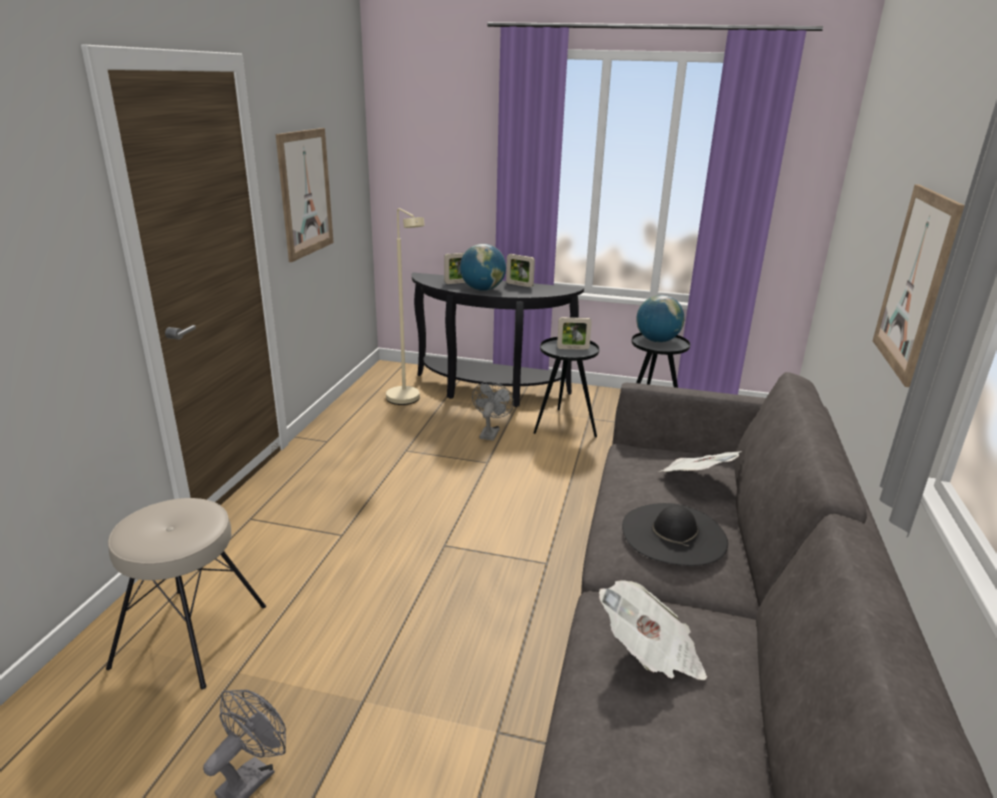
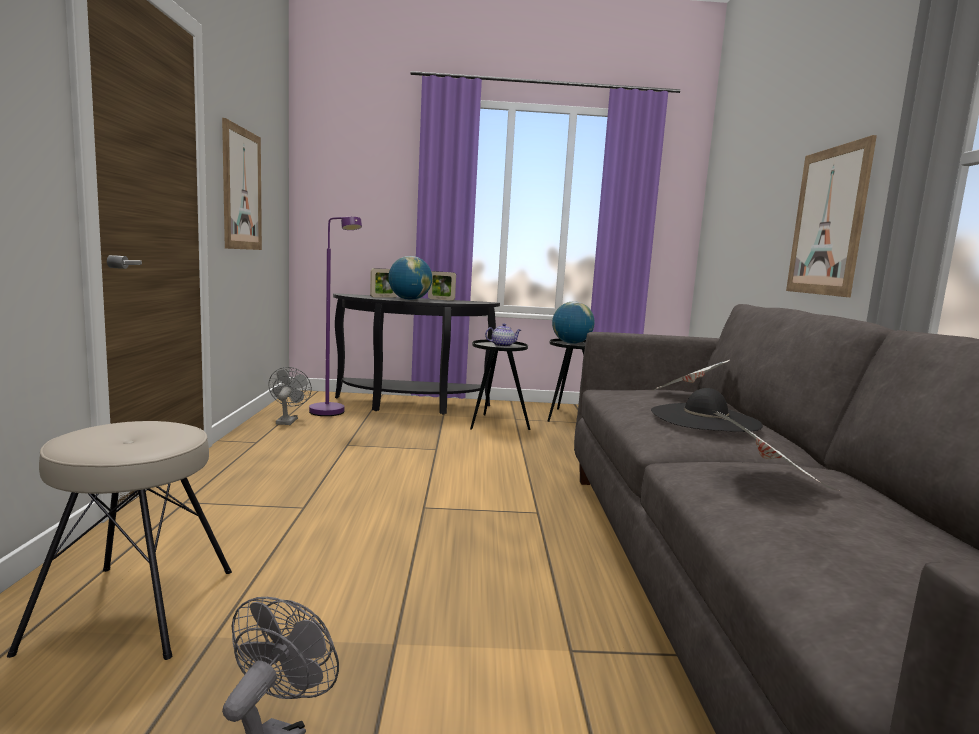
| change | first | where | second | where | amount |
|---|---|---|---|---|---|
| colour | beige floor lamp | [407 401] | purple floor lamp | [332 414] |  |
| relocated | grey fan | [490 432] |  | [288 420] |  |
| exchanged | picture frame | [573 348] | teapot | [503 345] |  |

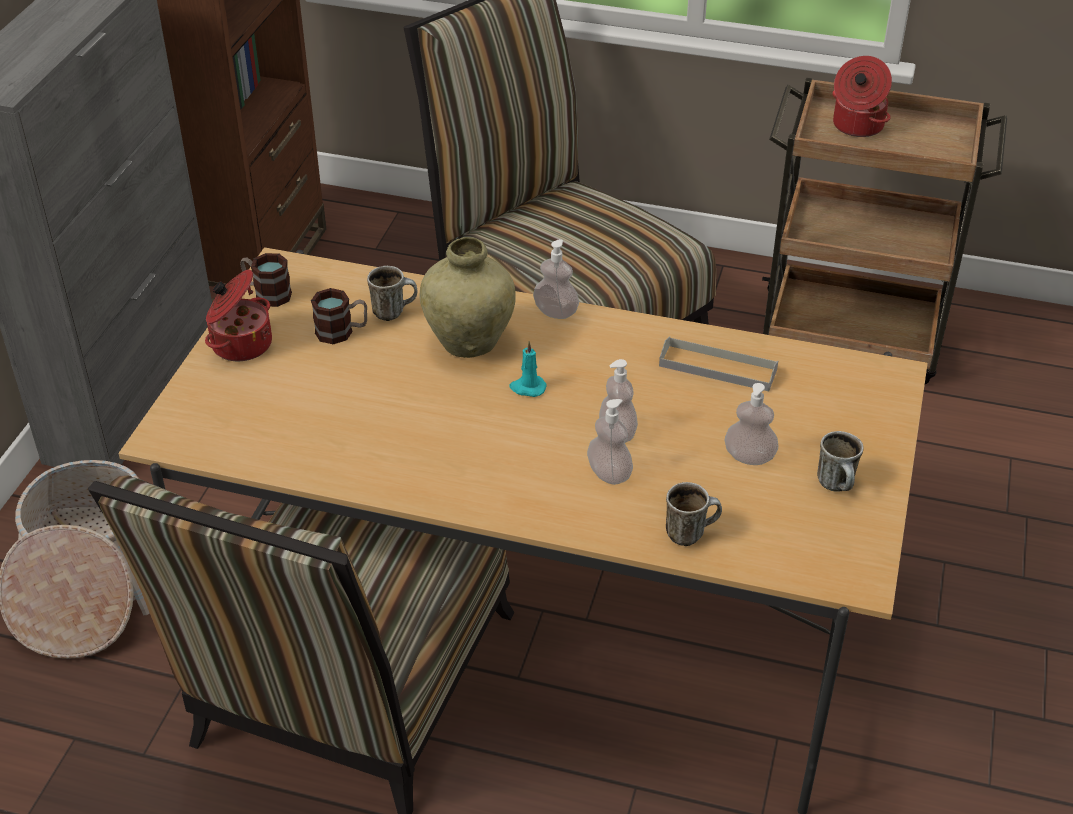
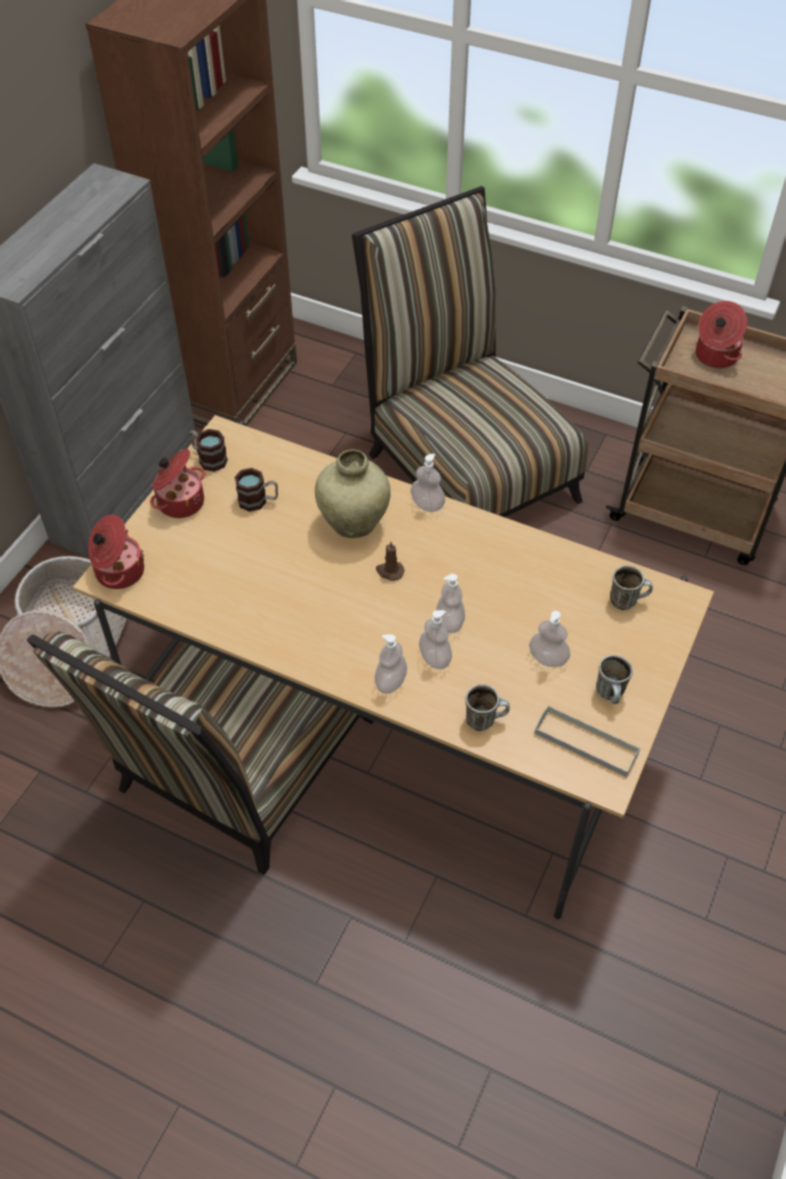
| change | first | where | second | where | amount |
|---|---|---|---|---|---|
| relocated | mug | [394 311] |  | [627 600] |  |
| colour | turquoise candle | [527 387] | brown candle | [389 571] |  |
| relocated | grey tray | [718 368] |  | [586 743] |  |
| appeared |  |  | cooking pot | [118 571] |  |
| appeared |  |  | soap dispenser | [391 682] |  |

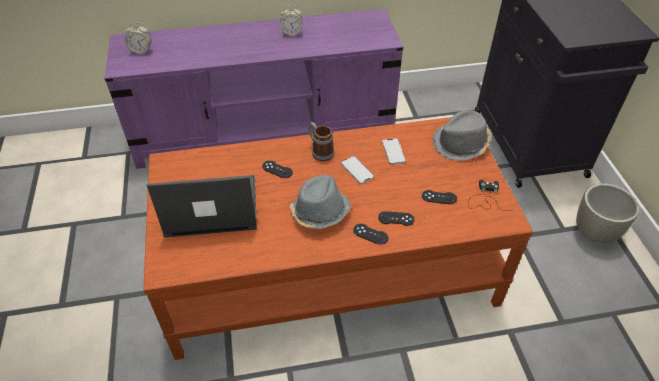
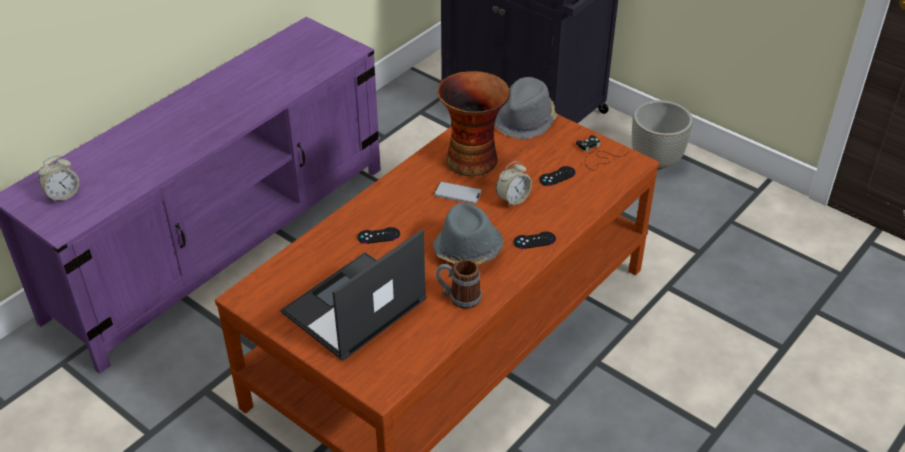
| change | first | where | second | where | amount |
|---|---|---|---|---|---|
| relocated | alarm clock | [291 33] |  | [513 199] |  |
| relocated | mug | [320 151] |  | [459 297] |  |
| missing | black game controller | [396 218] |  |  |  |
| exchanged | phone | [393 152] | vase | [472 159] |  |

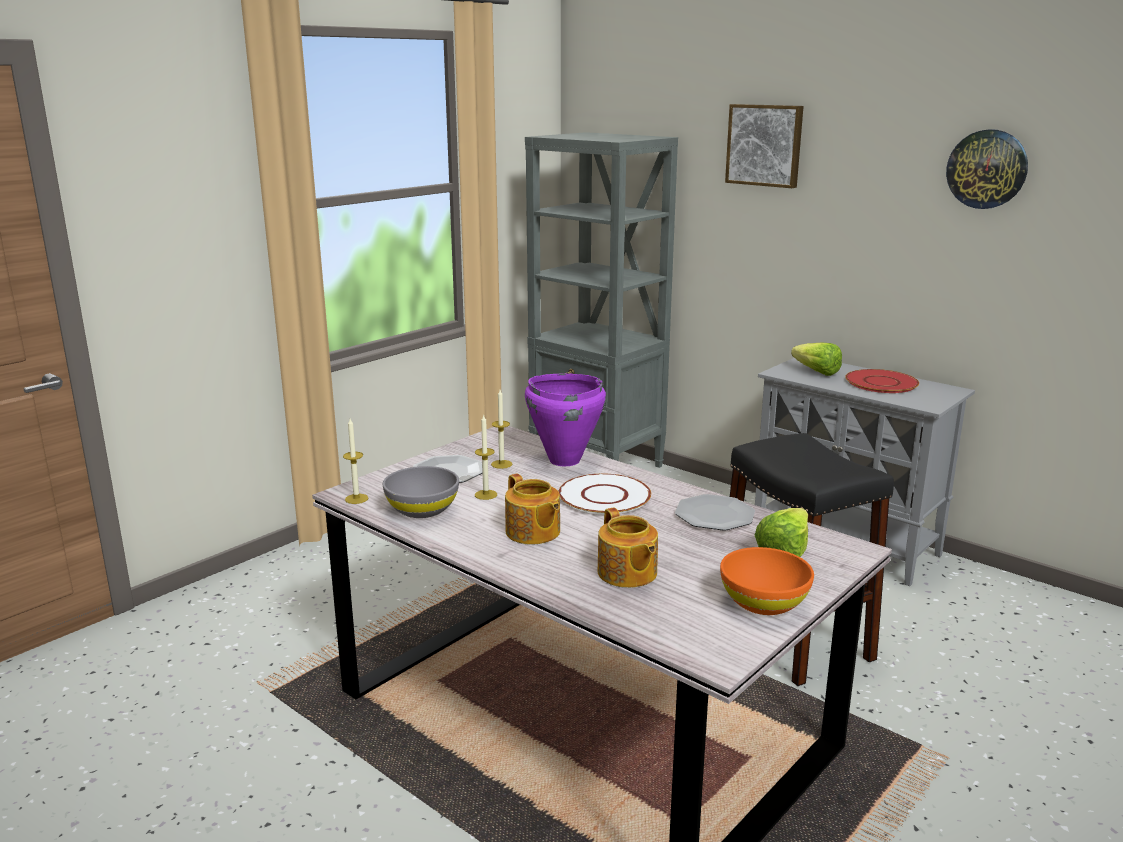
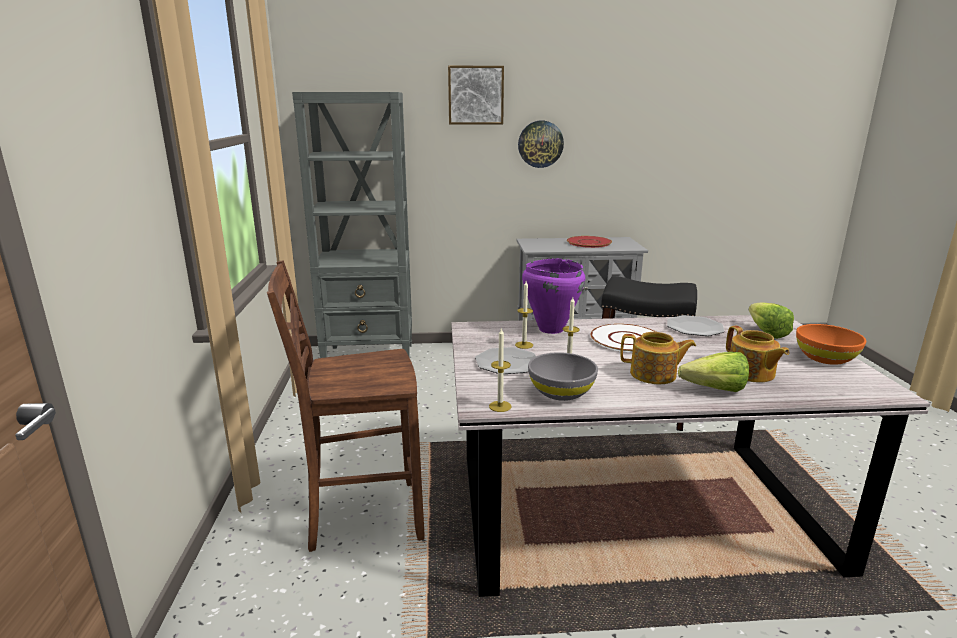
| change | first | where | second | where | amount |
|---|---|---|---|---|---|
| spun | teapot | [627 573] |  | [751 373] | 45 degrees clockwise |
| relocated | lettuce | [813 371] |  | [708 389] |  |
| relocated | wall clock | [987 169] |  | [540 144] |  |
| appeared |  |  | brown chair | [361 516] |  |

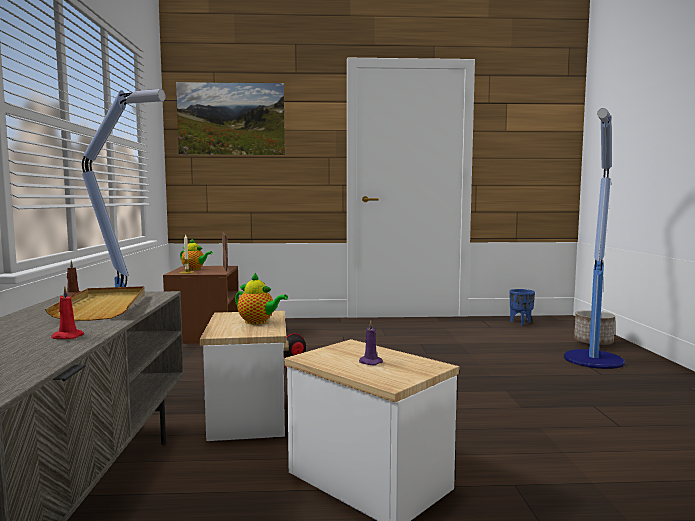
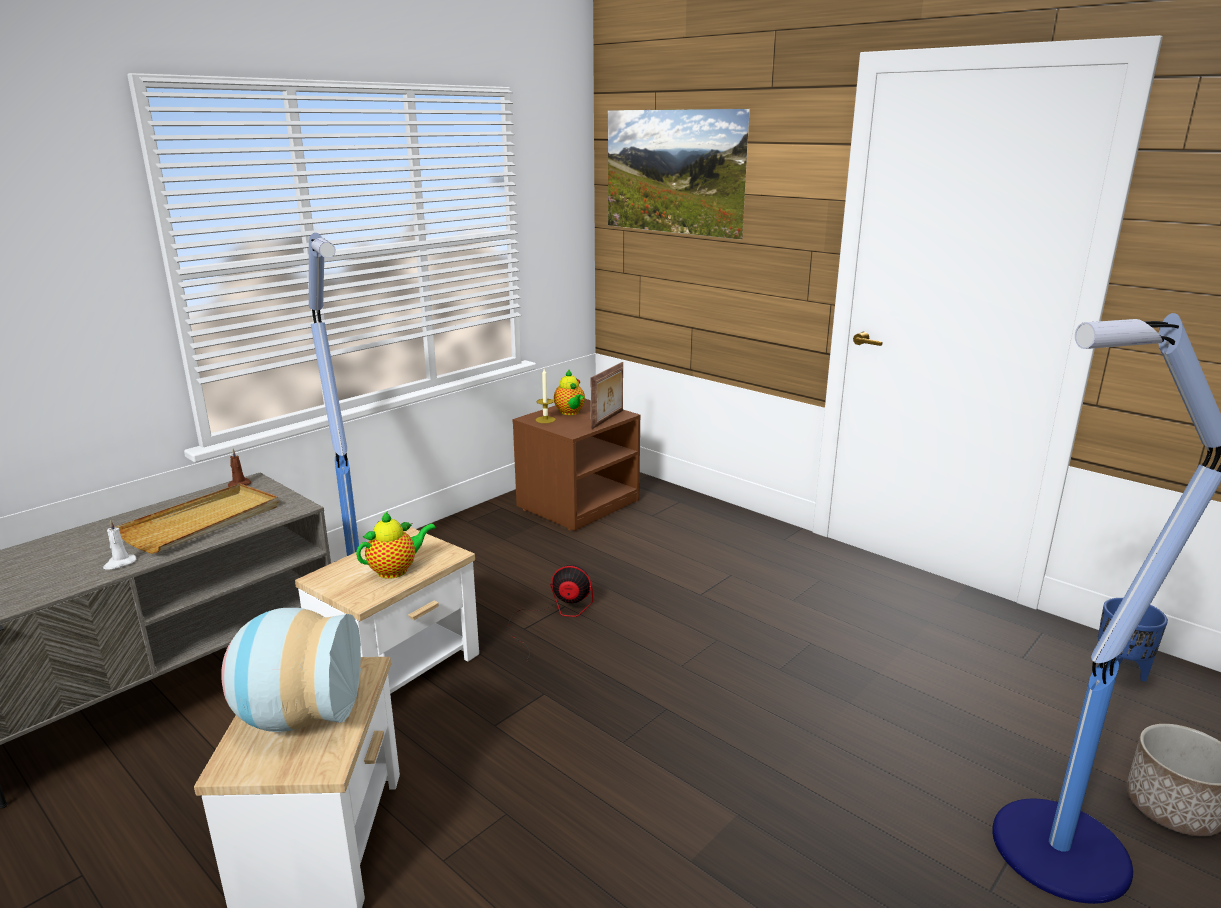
| change | first | where | second | where | amount |
|---|---|---|---|---|---|
| missing | red candle | [66 337] |  |  |  |
| spun | teapot | [258 322] |  | [396 570] | 105 degrees counterclockwise |
| exchanged | purple candle | [369 362] | vase | [297 716] |  |
| appeared |  |  | white candle | [119 563] |  |

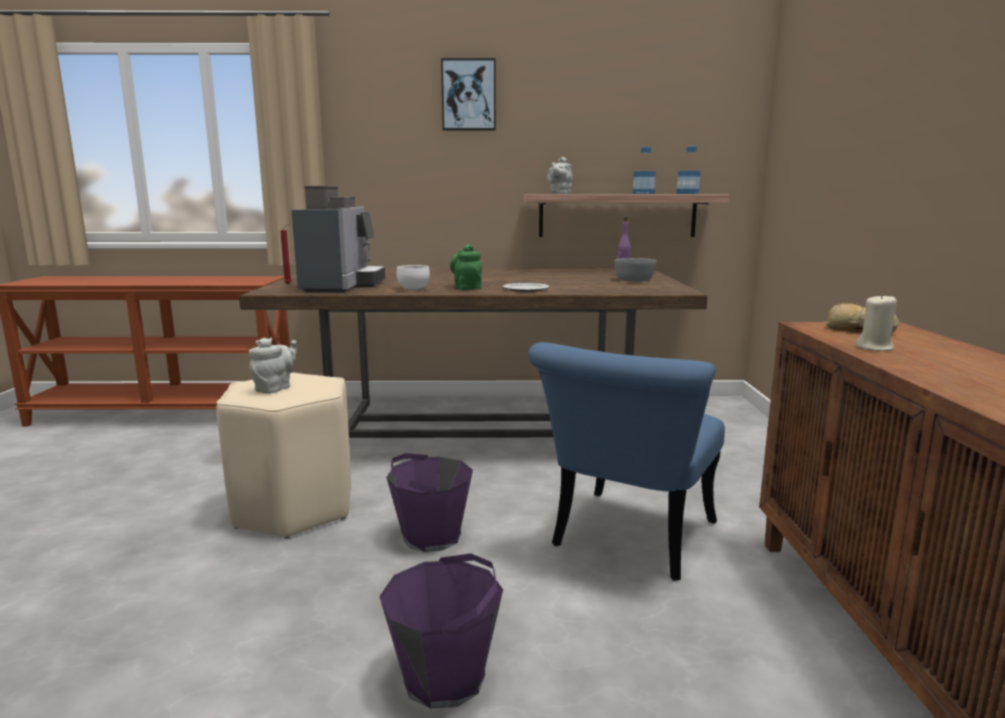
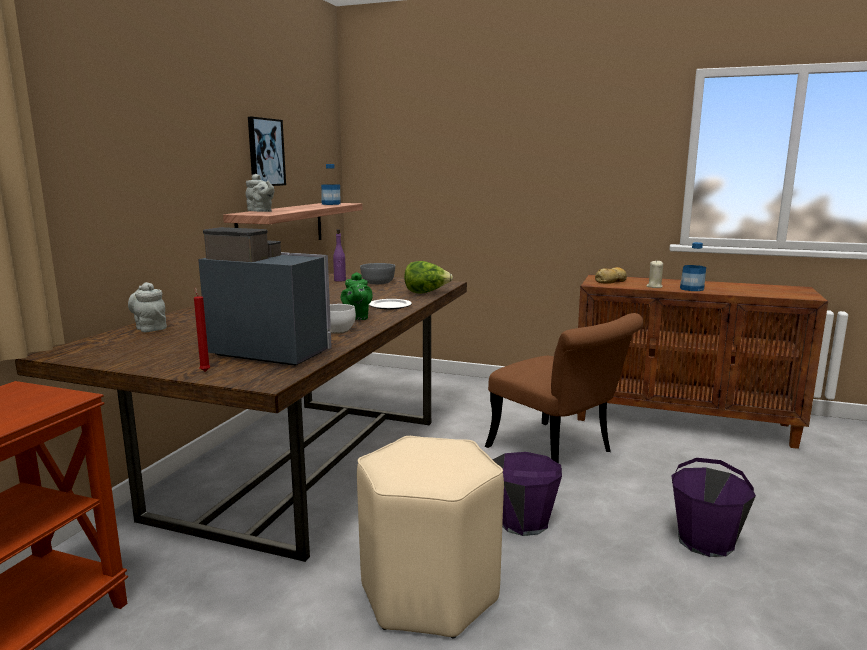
| change | first | where | second | where | amount |
|---|---|---|---|---|---|
| relocated | grey teapot | [275 388] |  | [150 328] |  |
| relocated | picture | [468 95] |  | [265 152] |  |
| spun | green teapot | [466 288] |  | [357 317] | 90 degrees counterclockwise |
| colour | blue chair | [628 542] | brown chair | [559 453] |  |
| relocated | bottle | [643 194] |  | [691 289] |  |
| appeared |  |  | lettuce | [426 293] |  |

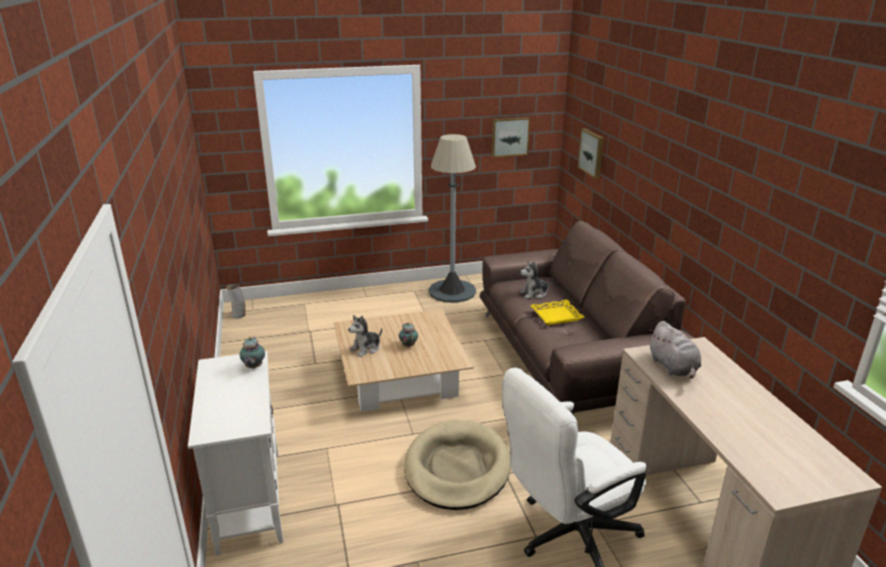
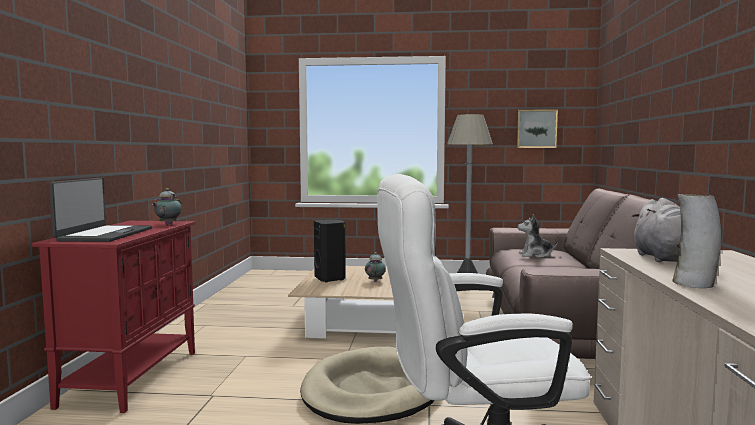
| change | first | where | second | where | amount |
|---|---|---|---|---|---|
| colour | white cabinet | [249 499] | red cabinet | [132 377] |  |
| relocated | vase | [238 315] |  | [694 284] |  |
| exchanged | plush toy | [366 348] | black speaker | [330 279] |  |
| missing | yellow tray | [556 316] |  |  |  |
| missing | picture | [592 153] |  |  |  |
| appeared |  |  | laptop | [104 234] |  |

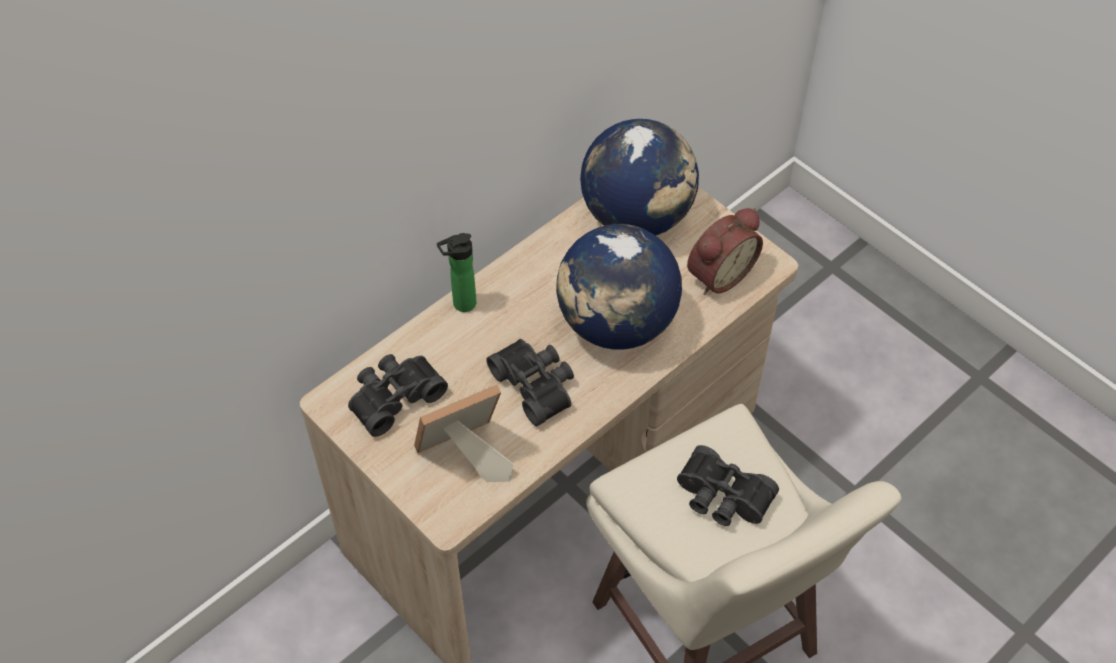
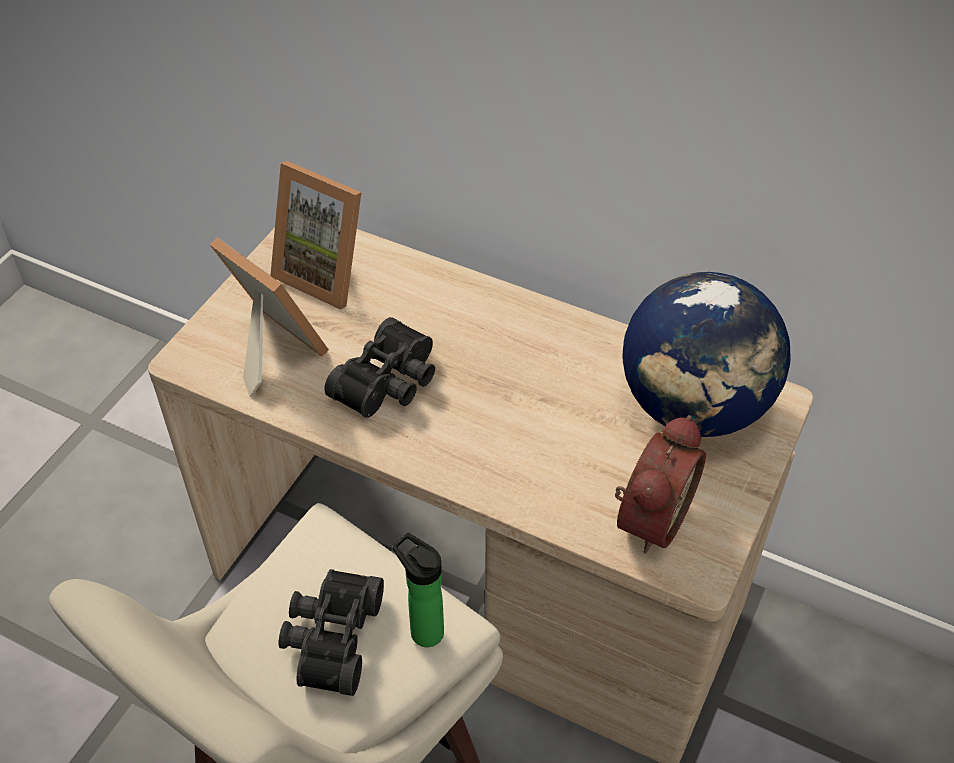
| change | first | where | second | where | amount |
|---|---|---|---|---|---|
| exchanged | black binoculars | [394 396] | picture frame | [327 273] |  |
| relocated | bottle | [461 304] |  | [423 629] |  |
| missing | globe | [616 324] |  |  |  |
| spun | alarm clock | [718 274] |  | [649 517] | 90 degrees counterclockwise |

